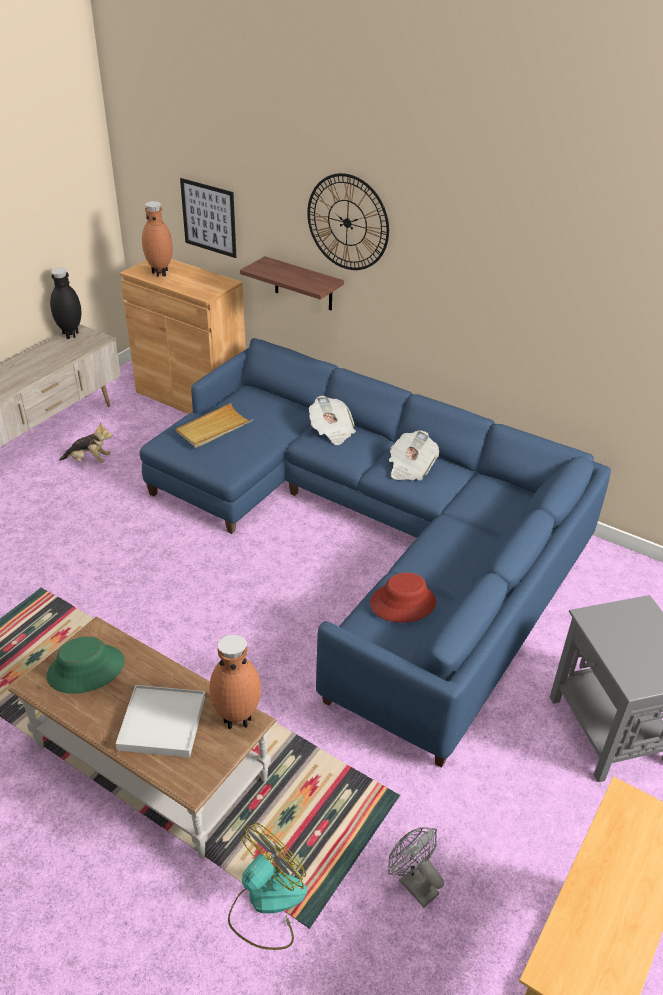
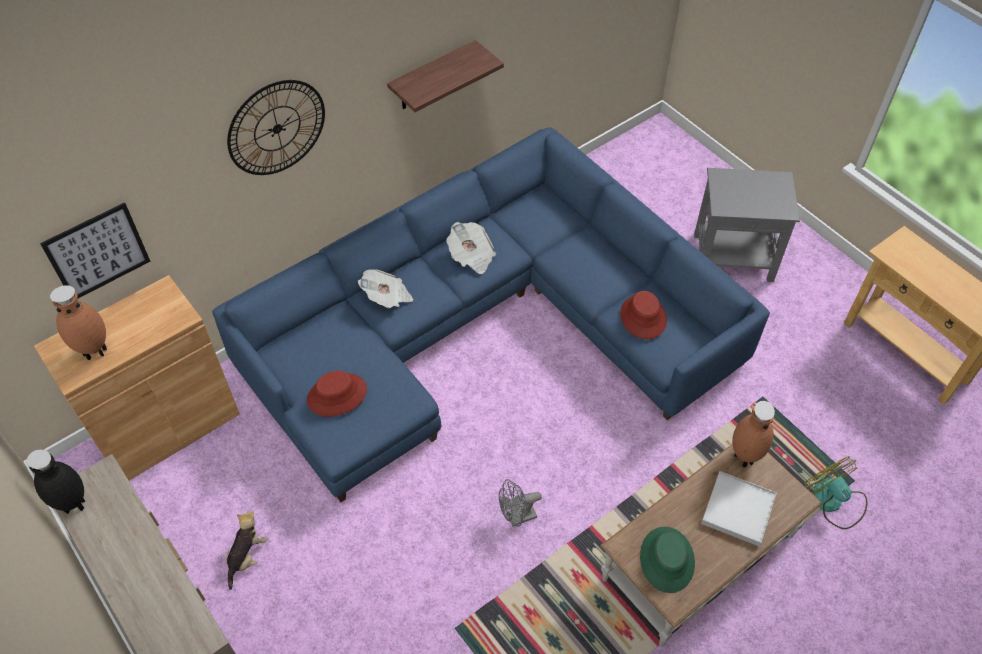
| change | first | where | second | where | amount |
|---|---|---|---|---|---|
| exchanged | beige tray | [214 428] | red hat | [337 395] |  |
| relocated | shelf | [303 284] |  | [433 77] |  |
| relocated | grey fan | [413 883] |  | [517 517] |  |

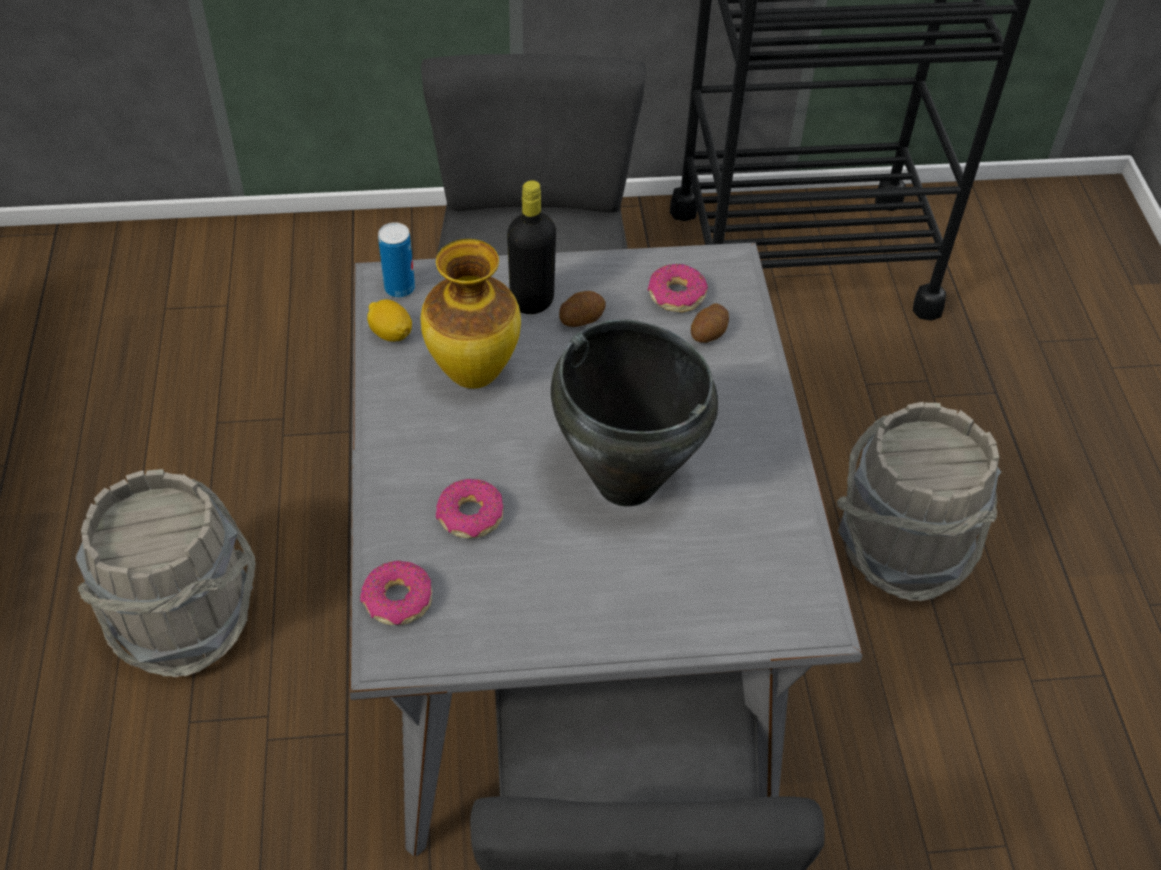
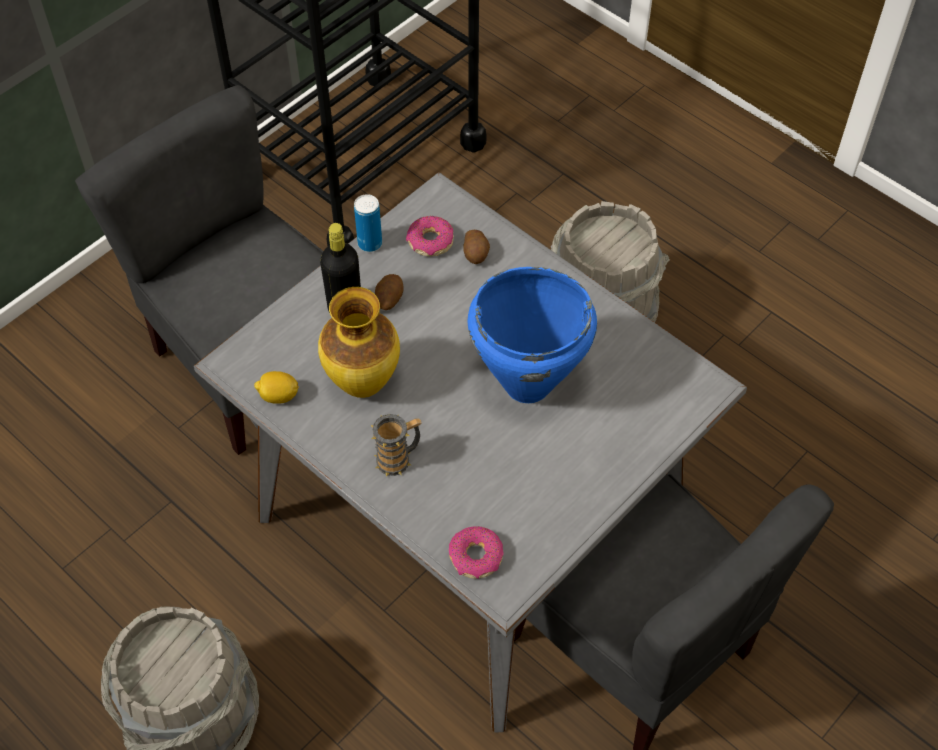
| change | first | where | second | where | amount |
|---|---|---|---|---|---|
| relocated | can | [399 288] |  | [370 243] |  |
| missing | donut | [470 516] |  |  |  |
| colour | black cooking pot | [626 481] | blue cooking pot | [526 383] |  |
| appeared |  |  | mug | [398 458] |  |

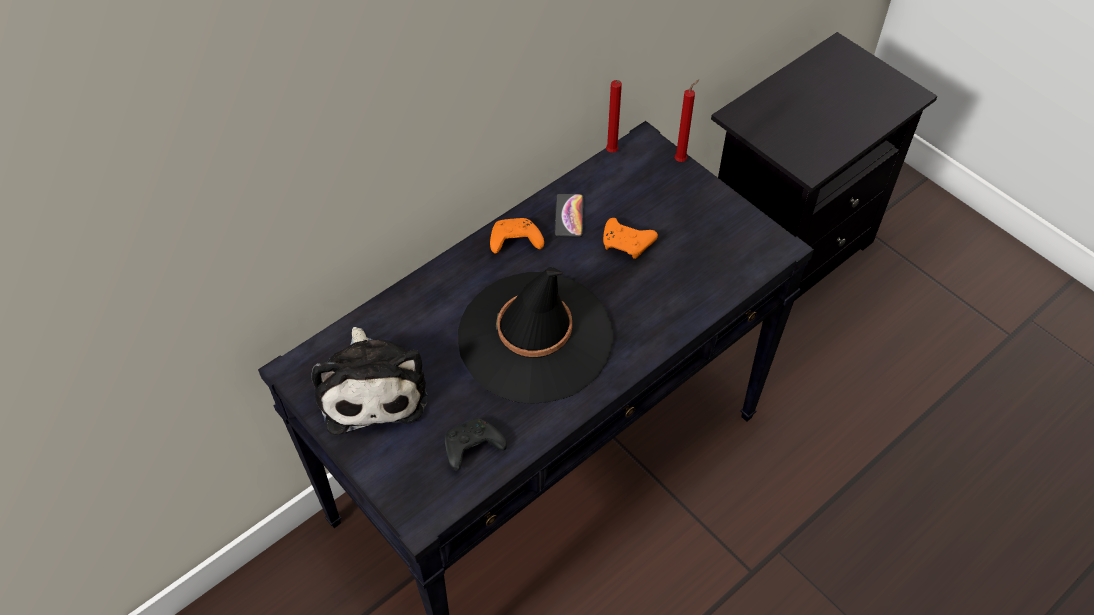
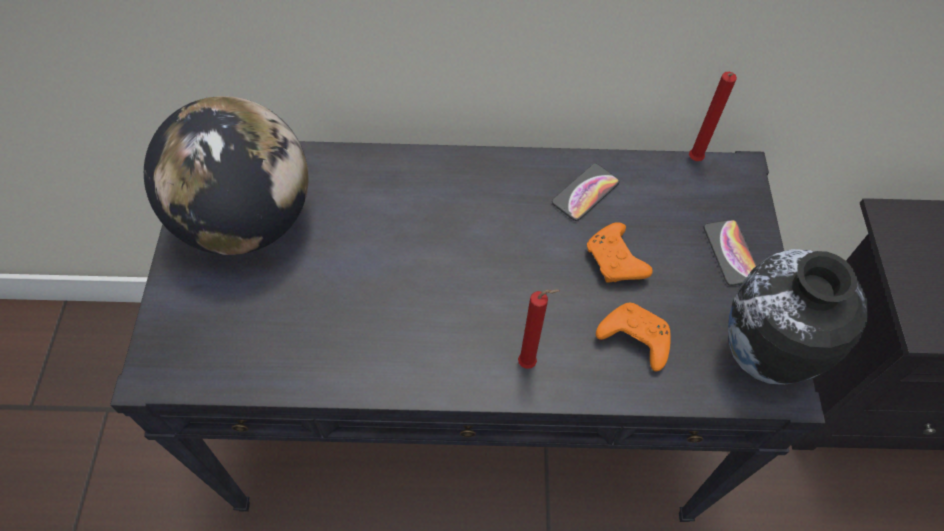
| change | first | where | second | where | amount |
|---|---|---|---|---|---|
| exchanged | plush toy | [372 387] | globe | [246 221] |  |
| missing | black game controller | [471 448] |  |  |  |
| missing | black hat | [535 337] |  |  |  |
| relocated | orange game controller | [514 242] |  | [633 339] |  |
| relocated | red candle | [682 160] |  | [530 363] |  |
| appeared |  |  | phone | [731 253] |  |
| appeared |  |  | vase | [760 357] |  |

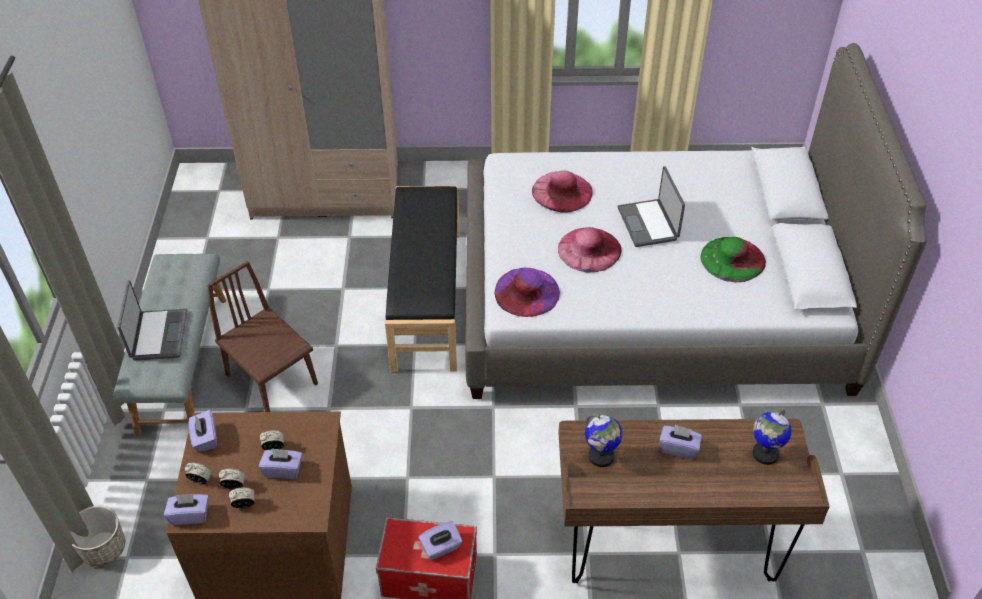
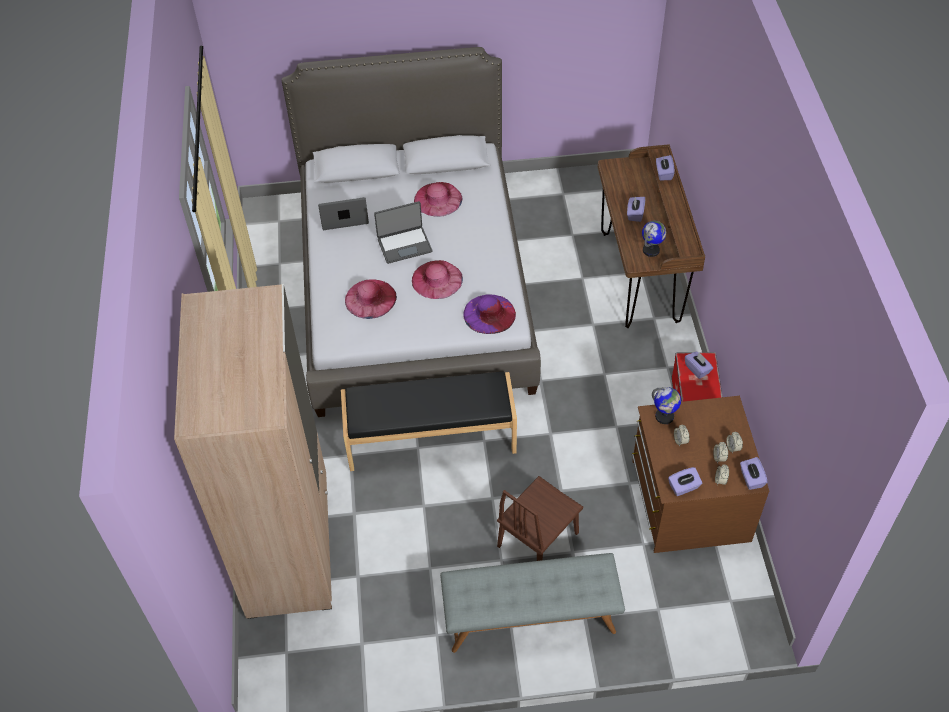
| change | first | where | second | where | amount |
|---|---|---|---|---|---|
| missing | planter | [104 548] |  |  |  |
| relocated | laptop | [158 335] |  | [344 216] |  |
| relocated | purple tissue box | [283 470] |  | [663 173] |  |
| colour | green hat | [732 259] | pink hat | [438 199] |  |
| relocated | globe | [765 454] |  | [664 416] |  |

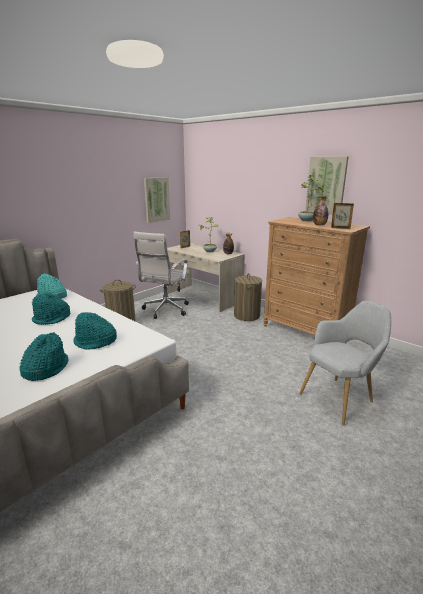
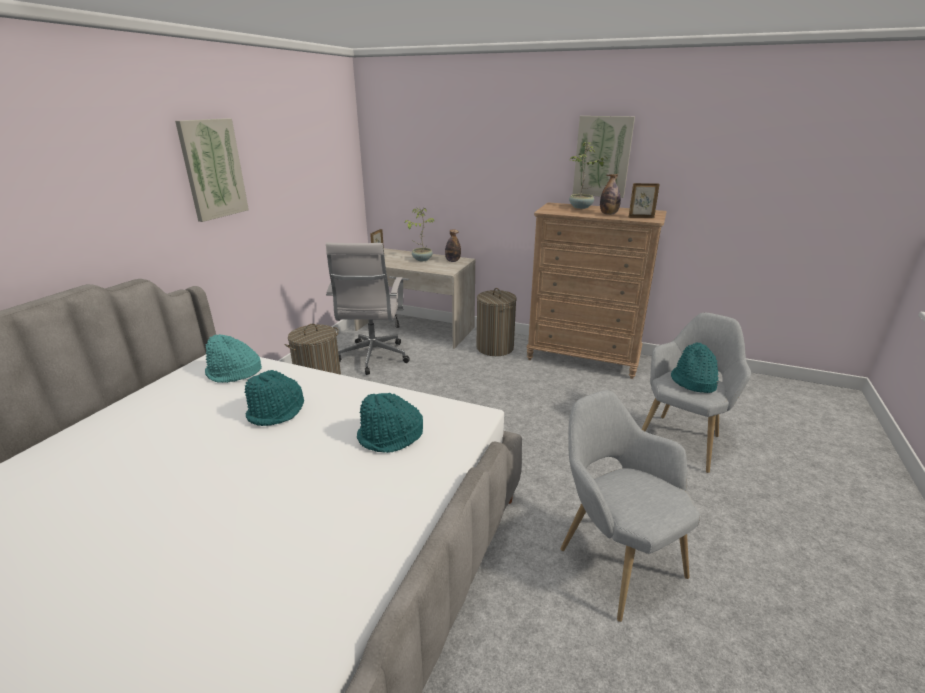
| change | first | where | second | where | amount |
|---|---|---|---|---|---|
| relocated | turquoise hat | [45 369] |  | [693 382] |  |
| relocated | picture | [156 199] |  | [213 169] |  |
| appeared |  |  | grey armchair | [613 558] |  |

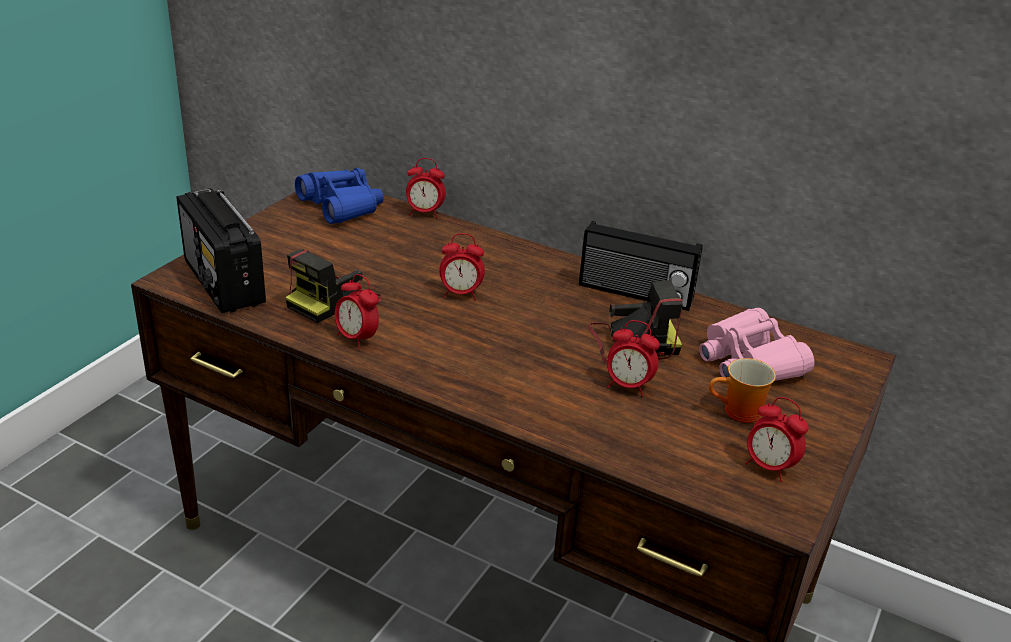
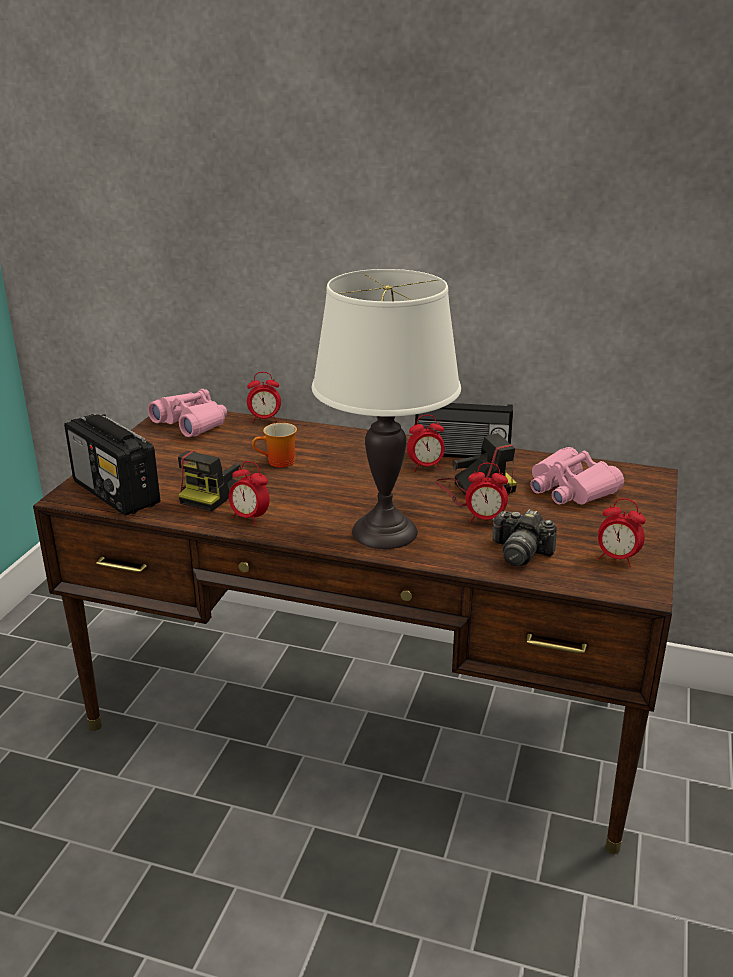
| change | first | where | second | where | amount |
|---|---|---|---|---|---|
| colour | blue binoculars | [341 206] | pink binoculars | [191 423] |  |
| relocated | alarm clock | [460 294] |  | [426 467] |  |
| relocated | mug | [739 413] |  | [278 463] |  |
| appeared |  |  | white table lamp | [384 532] |  |
| appeared |  |  | photo camera | [520 553] |  |

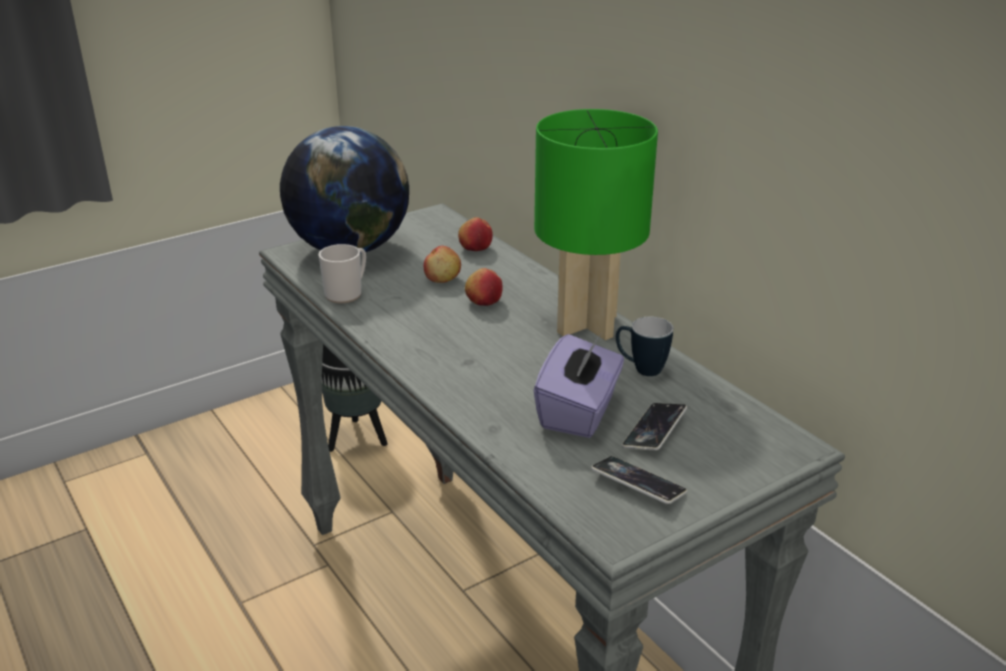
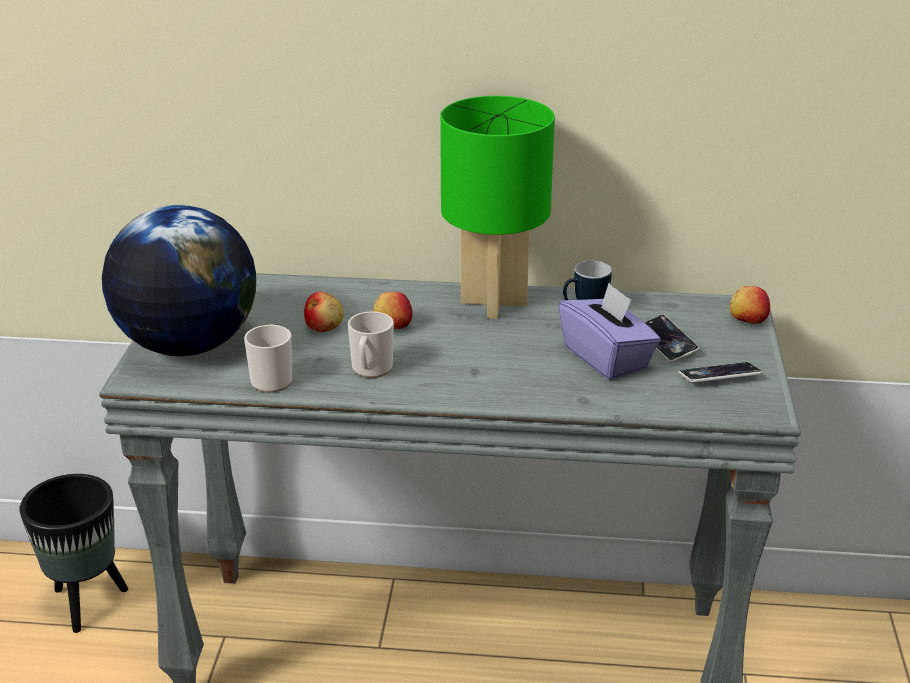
| change | first | where | second | where | amount |
|---|---|---|---|---|---|
| relocated | apple | [475 248] |  | [747 320] |  |
| appeared |  |  | mug | [371 370] |  |

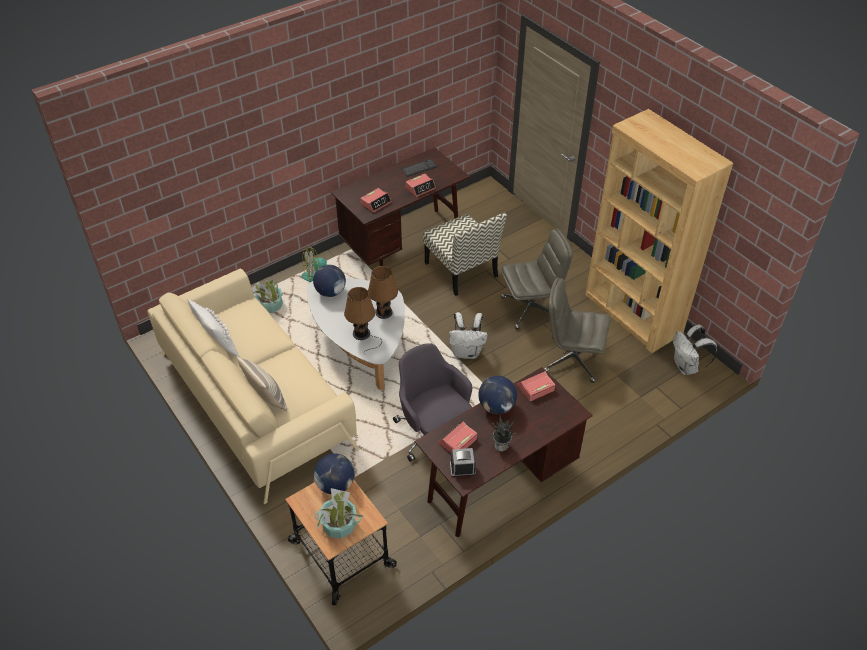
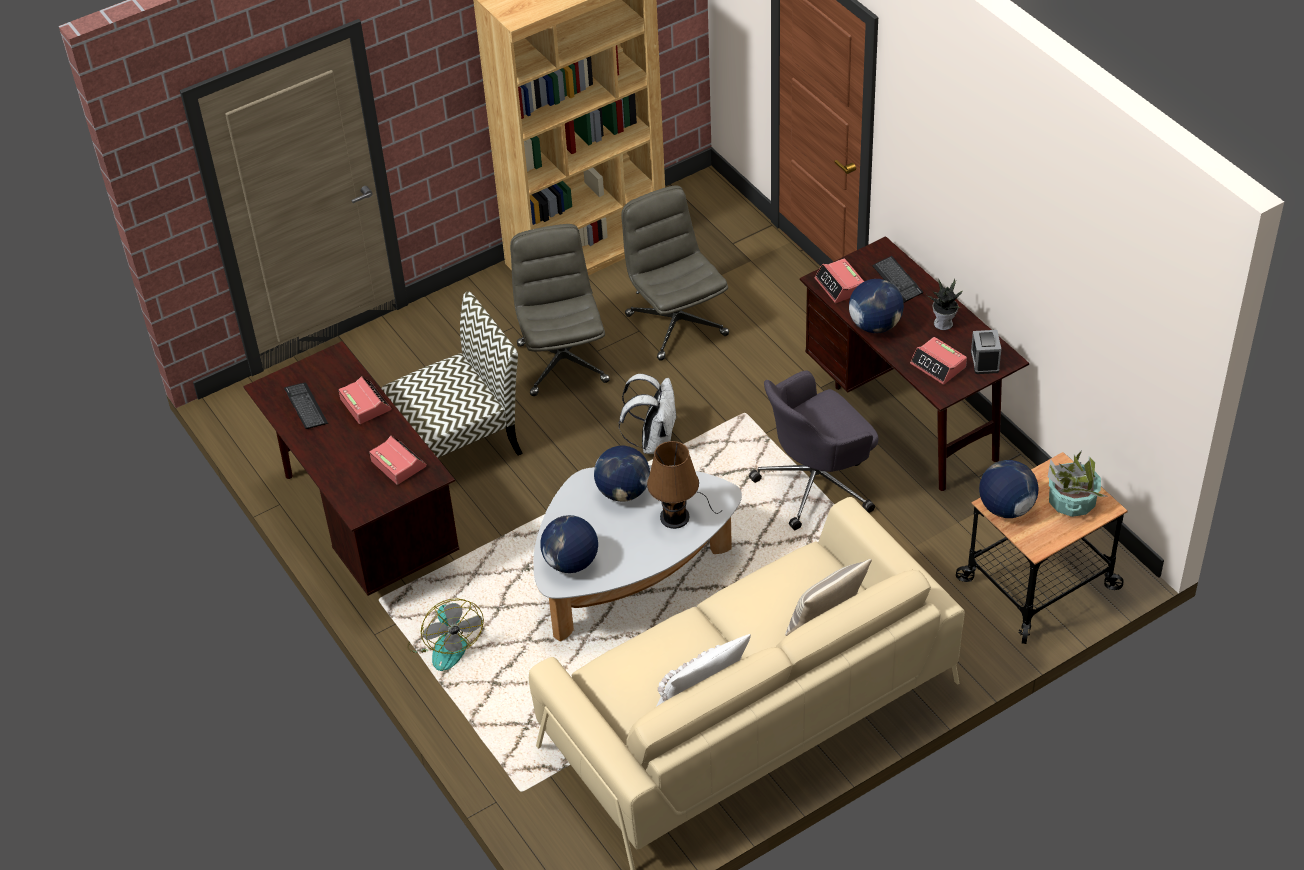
| change | first | where | second | where | amount |
|---|---|---|---|---|---|
| missing | potted plant | [270 305] |  |  |  |
| exchanged | brown table lamp | [382 311] | globe | [623 492] |  |
| spun | grey office chair | [572 359] |  | [675 324] | 135 degrees clockwise |
| missing | white backpack | [687 367] |  |  |  |
| appeared |  |  | keyboard | [897 280] |  |

